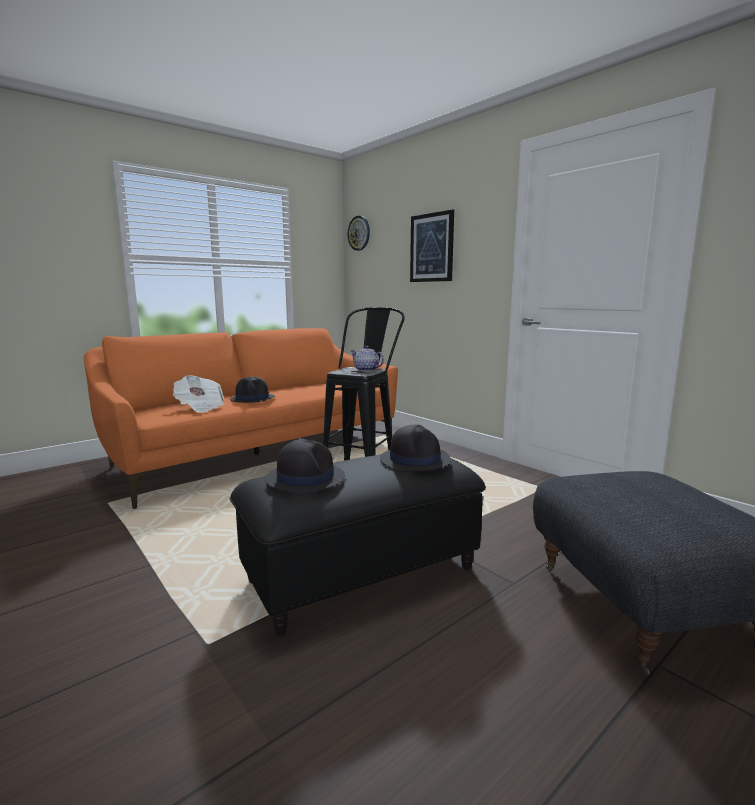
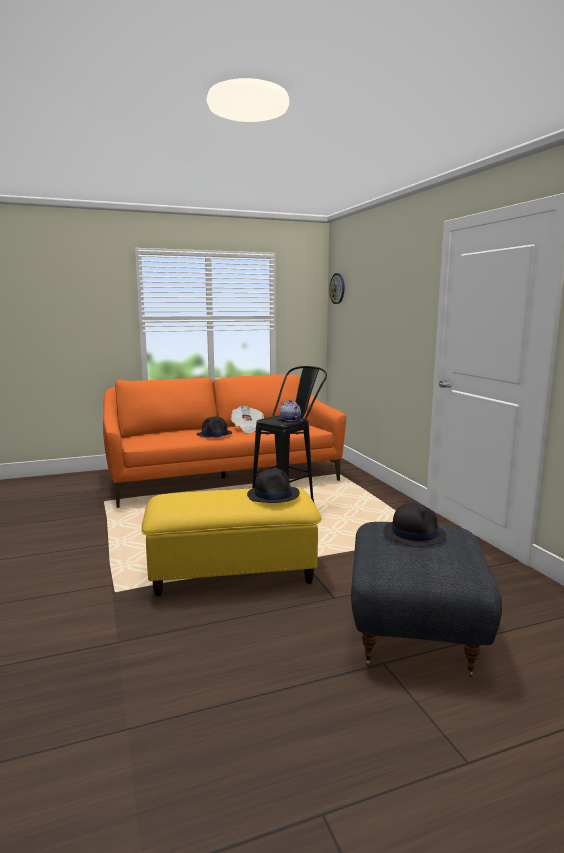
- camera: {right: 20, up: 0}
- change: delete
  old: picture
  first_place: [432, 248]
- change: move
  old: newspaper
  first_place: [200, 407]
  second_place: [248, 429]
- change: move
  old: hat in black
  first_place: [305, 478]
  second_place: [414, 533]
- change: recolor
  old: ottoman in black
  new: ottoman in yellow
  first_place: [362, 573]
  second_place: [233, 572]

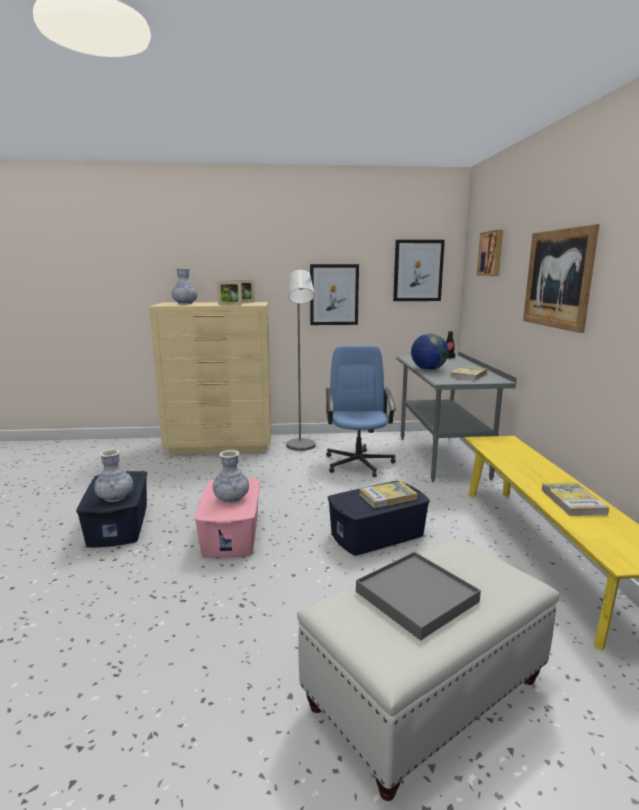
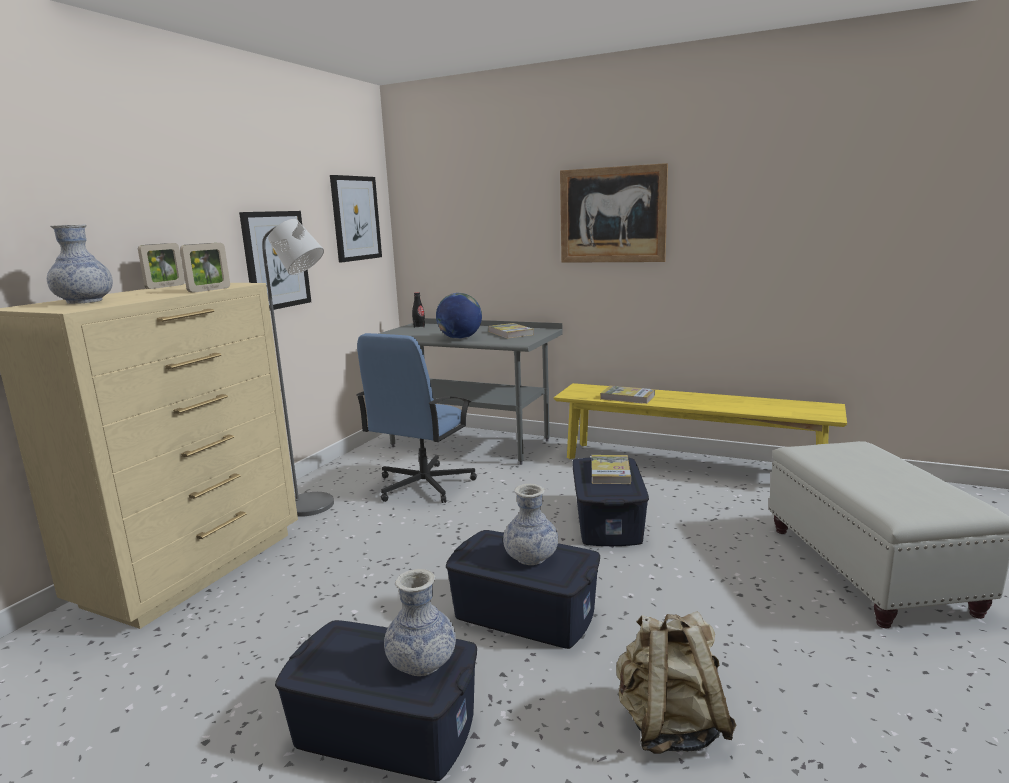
- camera: {right: -60, up: 0}
- change: delete
  old: picture
  first_place: [491, 253]
- change: rotate
  old: office chair in blue
  first_place: [358, 463]
  second_place: [423, 485]
  degrees: -90
- change: recolor
  old: storage box in pink
  new: storage box in blue
  first_place: [232, 533]
  second_place: [525, 612]
- change: move
  old: book
  first_place: [572, 502]
  second_place: [627, 397]
- change: delete
  old: tray in grey
  first_place: [416, 596]
- change: insert
  new: backpack in beige
  second_place: [670, 726]

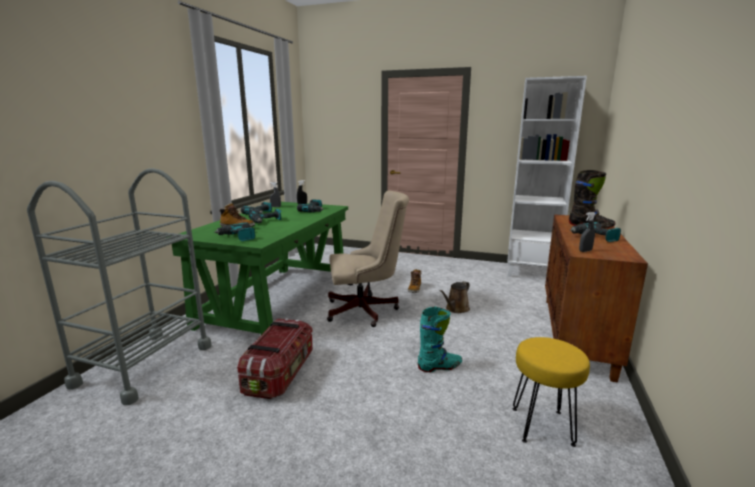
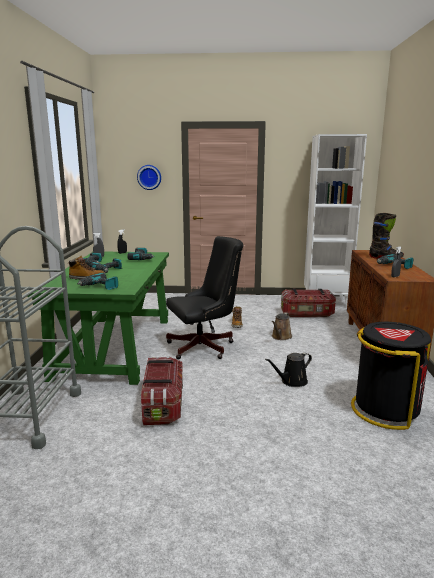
- camera: {right: -15, up: 0}
- change: recolor
  old: office chair in beige
  new: office chair in black
  first_place: [366, 310]
  second_place: [205, 346]
- change: replace
  old: boot in turquoise
  new: watering can in black
  first_place: [439, 367]
  second_place: [292, 381]
- change: replace
  old: stool in yellow
  new: trash can in black
  first_place: [543, 426]
  second_place: [385, 409]
- change: insert
  new: wall clock
  second_place: [149, 177]
- change: insert
  new: storage box
  second_place: [307, 314]

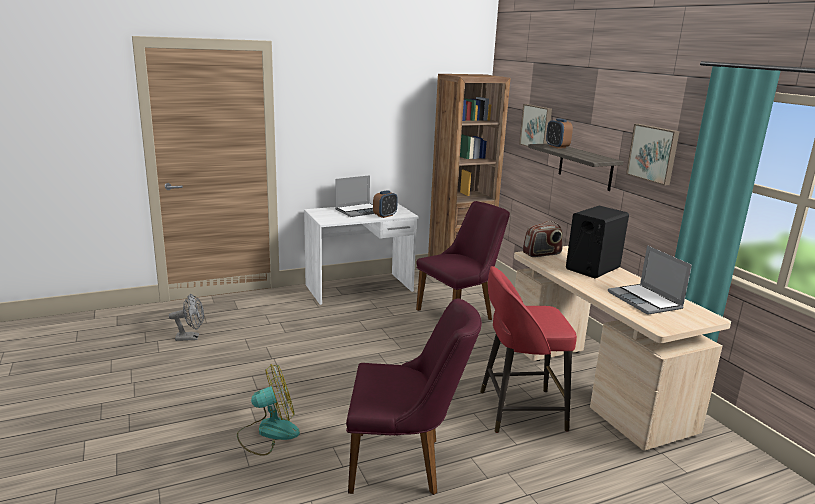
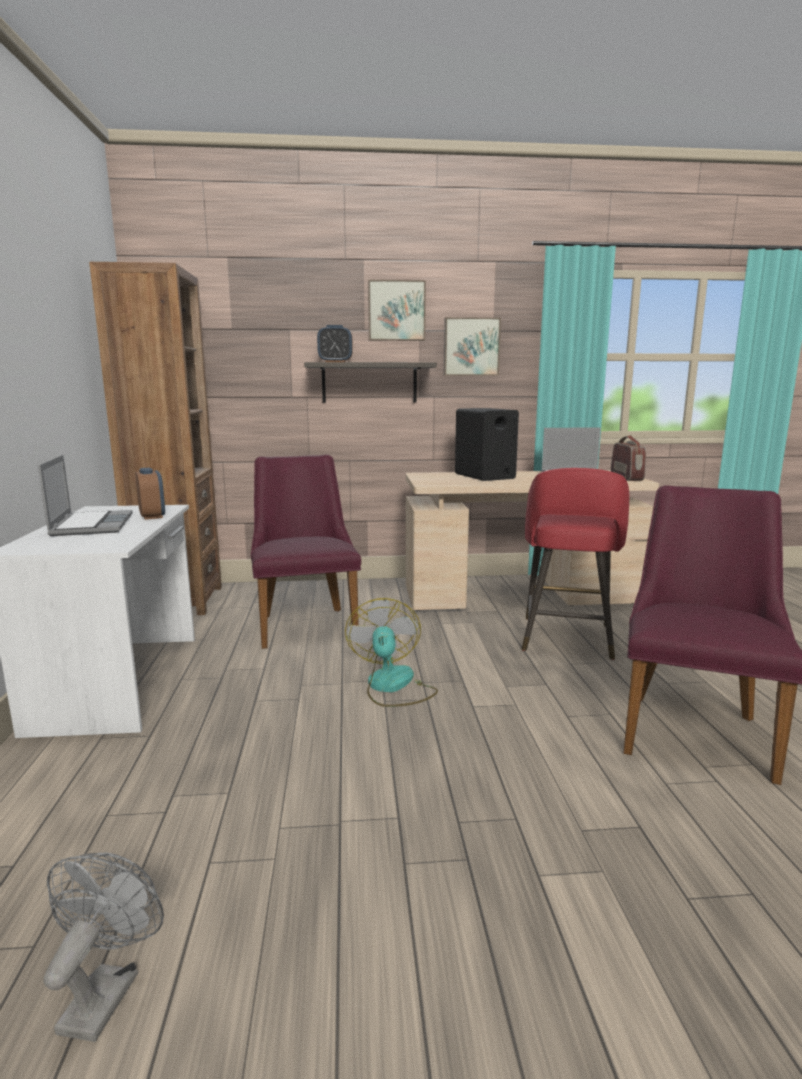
- camera: {right: -70, up: -5}
- change: move
  old: picture
  first_place: [537, 127]
  second_place: [396, 311]
- change: move
  old: radio
  first_place: [542, 254]
  second_place: [627, 478]
- change: move
  old: fan
  first_place: [268, 432]
  second_place: [392, 686]

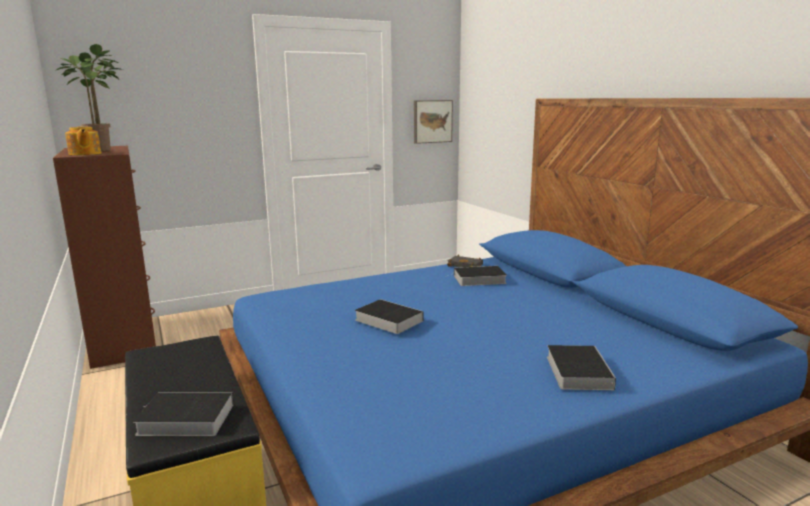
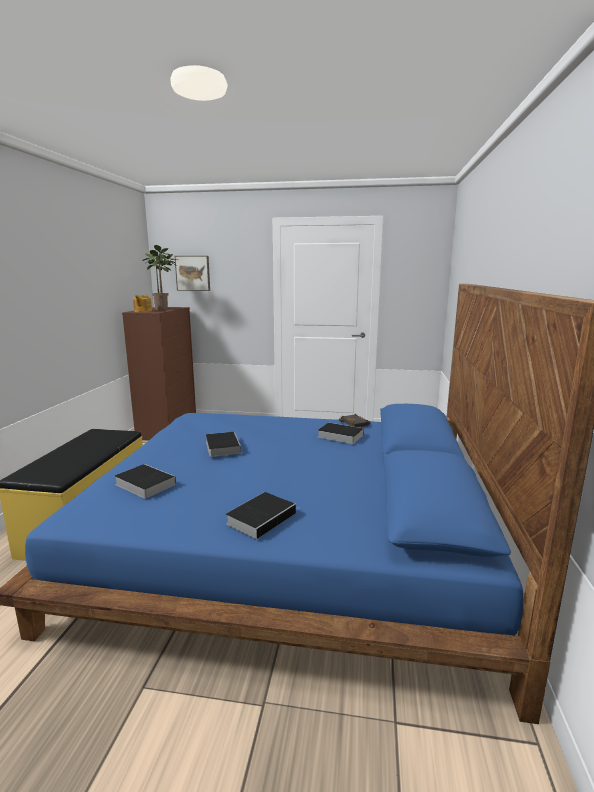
- camera: {right: 35, up: 0}
- change: move
  old: picture
  first_place: [432, 121]
  second_place: [193, 273]
- change: move
  old: book
  first_place: [183, 419]
  second_place: [143, 484]

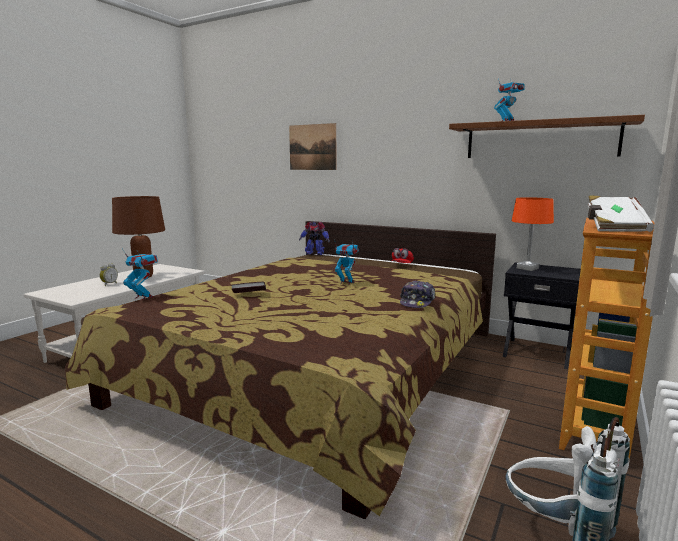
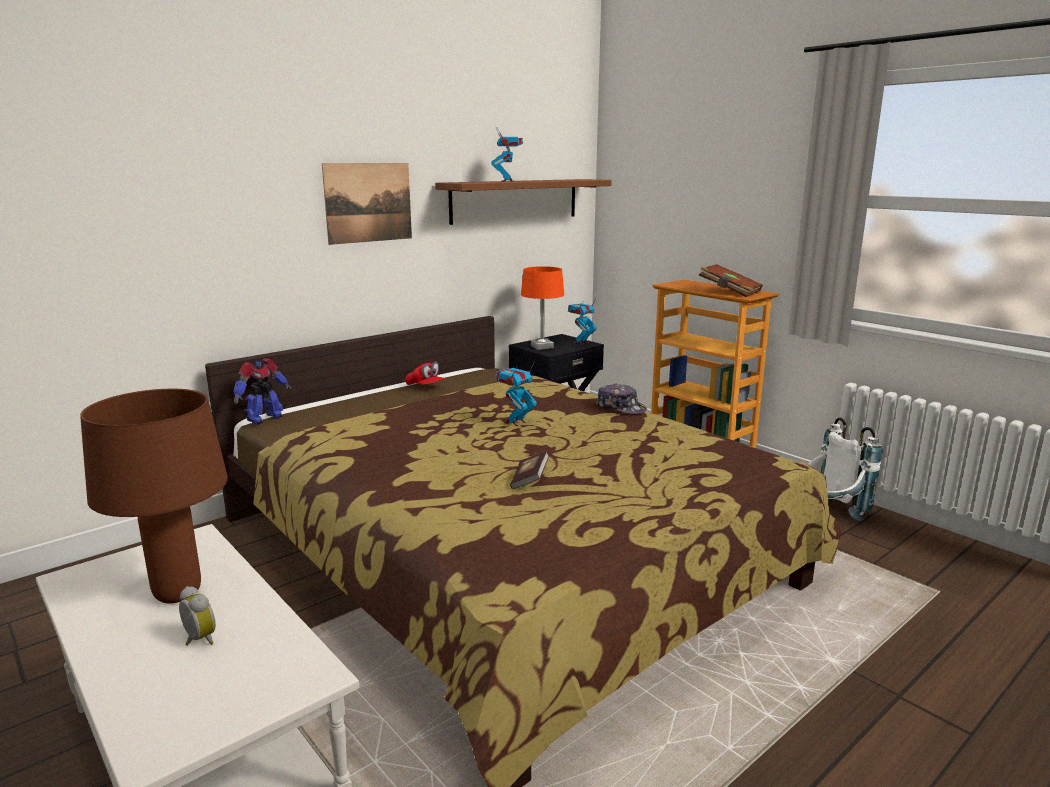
- camera: {right: -70, up: 5}
- change: move
  old: picture
  first_place: [312, 147]
  second_place: [368, 202]
- change: recolor
  old: book in white
  new: book in brown
  first_place: [614, 228]
  second_place: [729, 292]
- change: move
  old: toy robot
  first_place: [143, 297]
  second_place: [581, 342]

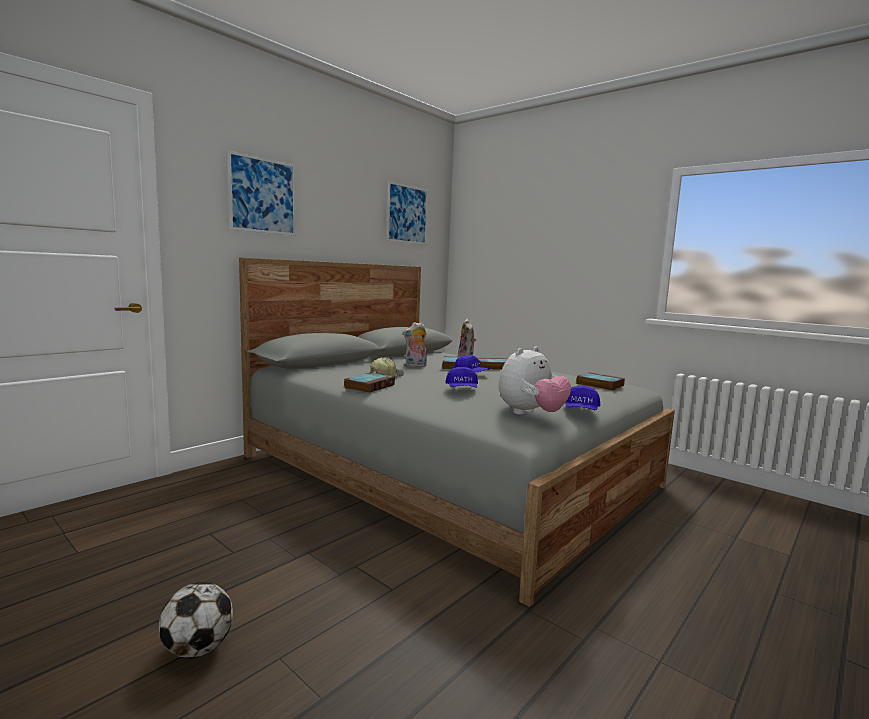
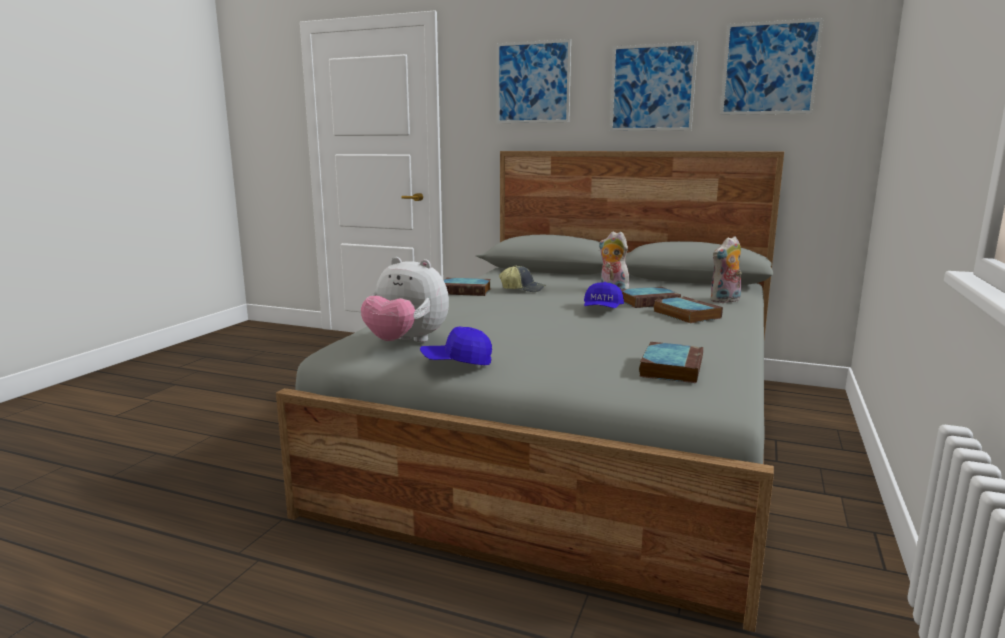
- camera: {right: 70, up: 5}
- change: delete
  old: cap in blue
  first_place: [462, 389]
- change: delete
  old: football
  first_place: [198, 648]
- change: insert
  new: picture
  second_place: [652, 88]

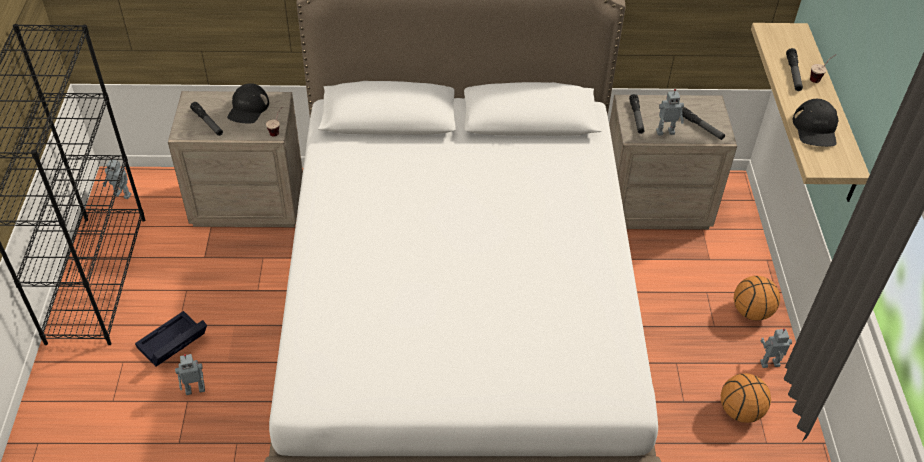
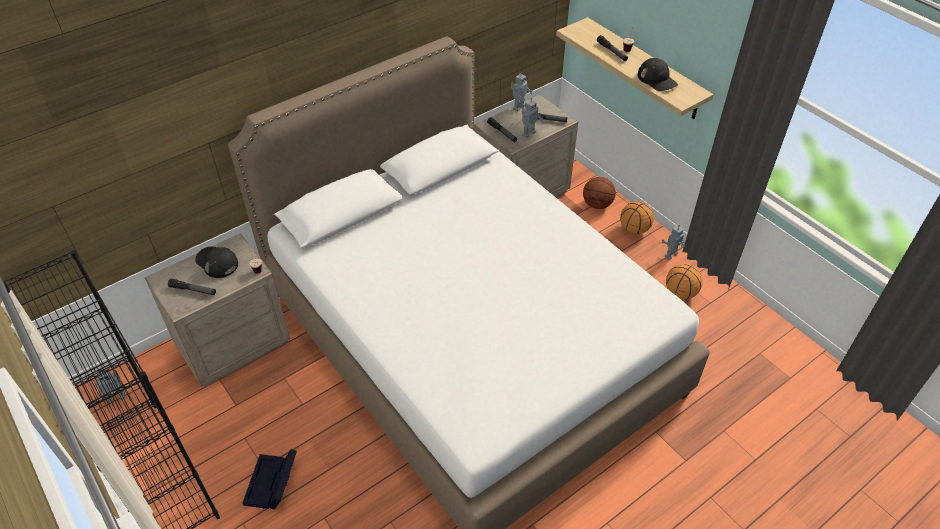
- camera: {right: -35, up: 0}
- change: rotate
  old: cap in black
  first_place: [248, 108]
  second_place: [217, 262]
  degrees: 150
- change: move
  old: toy robot
  first_place: [195, 388]
  second_place: [518, 107]
- change: insert
  new: basketball
  second_place: [597, 204]

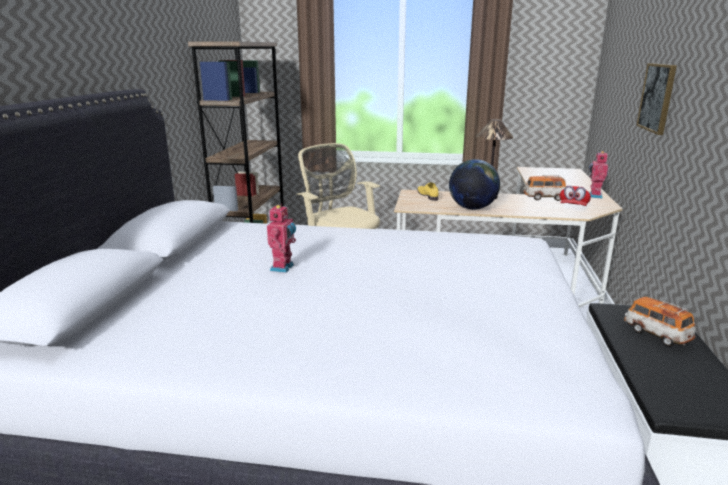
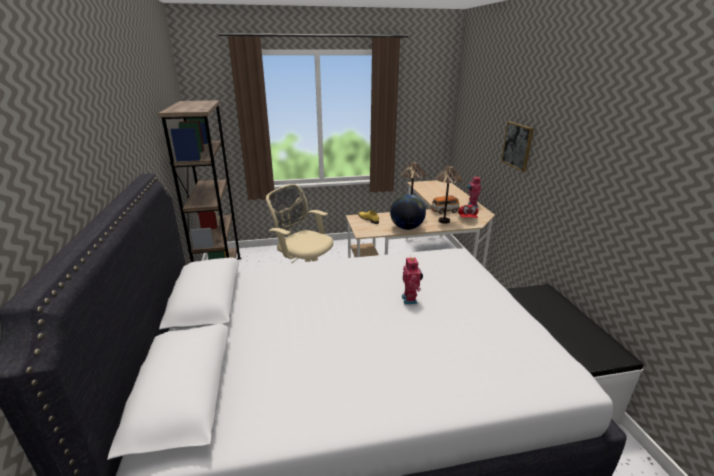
- camera: {right: -20, up: 5}
- change: move
  old: toy robot
  first_place: [283, 268]
  second_place: [410, 299]
- change: delete
  old: toy car
  first_place: [656, 334]
- change: insert
  new: table lamp
  second_place: [444, 221]

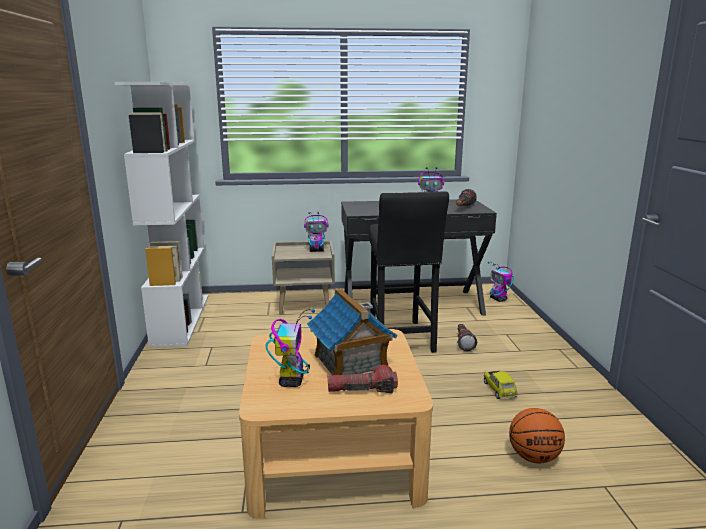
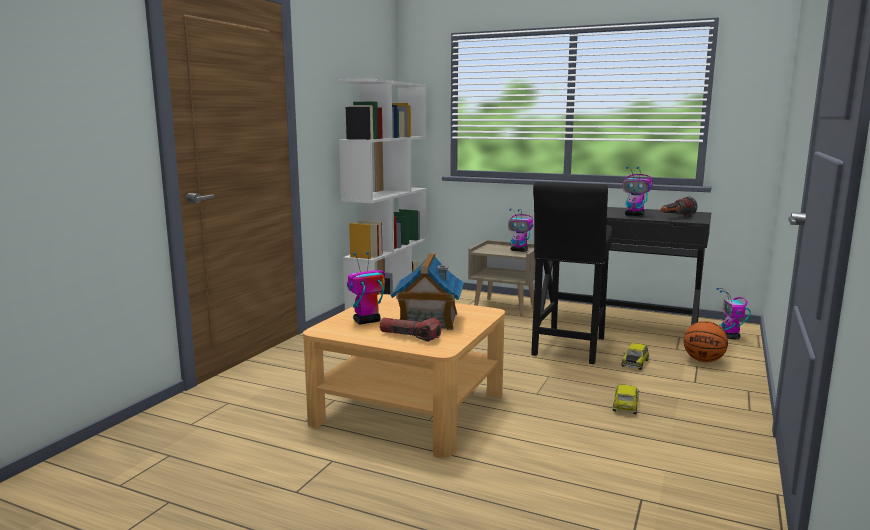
- camera: {right: 30, up: -5}
- change: rotate
  old: toy robot
  first_place: [291, 380]
  second_place: [366, 321]
  degrees: -150
- change: replace
  old: flashlight
  new: toy car
  first_place: [463, 343]
  second_place: [634, 363]
- change: move
  old: basketball
  first_place: [533, 457]
  second_place: [703, 360]

